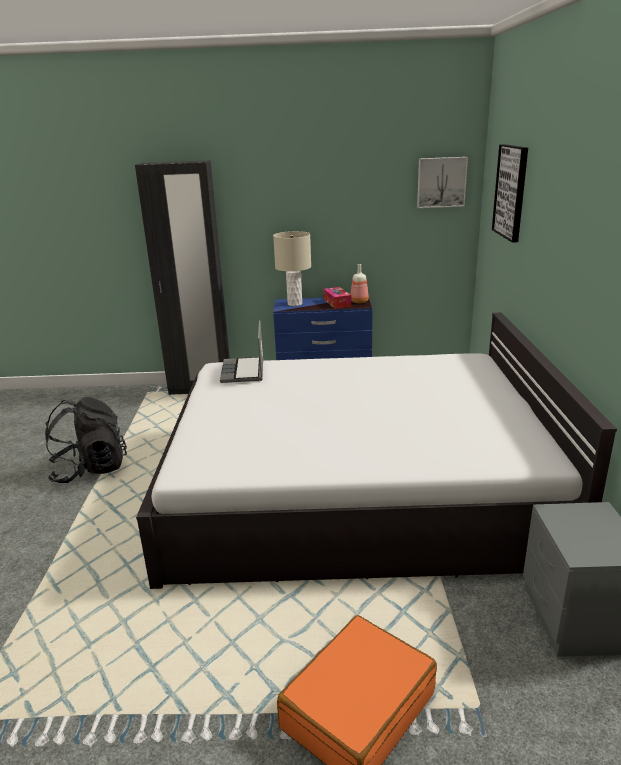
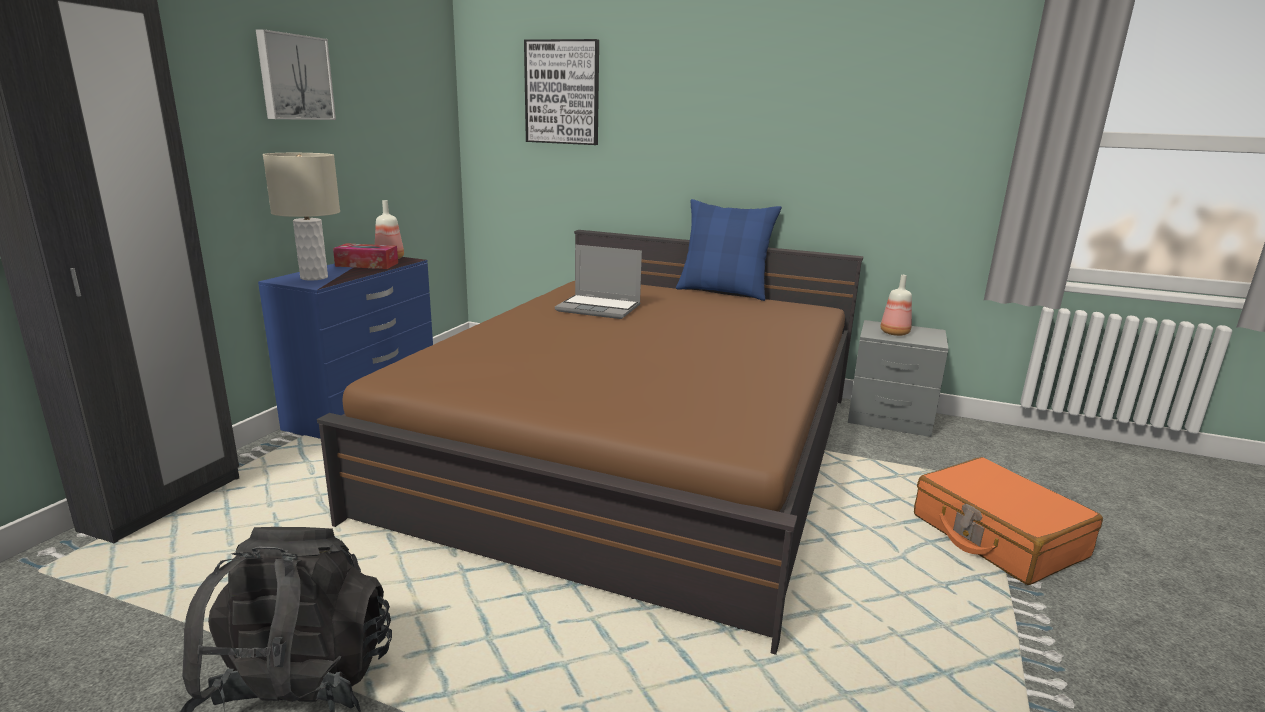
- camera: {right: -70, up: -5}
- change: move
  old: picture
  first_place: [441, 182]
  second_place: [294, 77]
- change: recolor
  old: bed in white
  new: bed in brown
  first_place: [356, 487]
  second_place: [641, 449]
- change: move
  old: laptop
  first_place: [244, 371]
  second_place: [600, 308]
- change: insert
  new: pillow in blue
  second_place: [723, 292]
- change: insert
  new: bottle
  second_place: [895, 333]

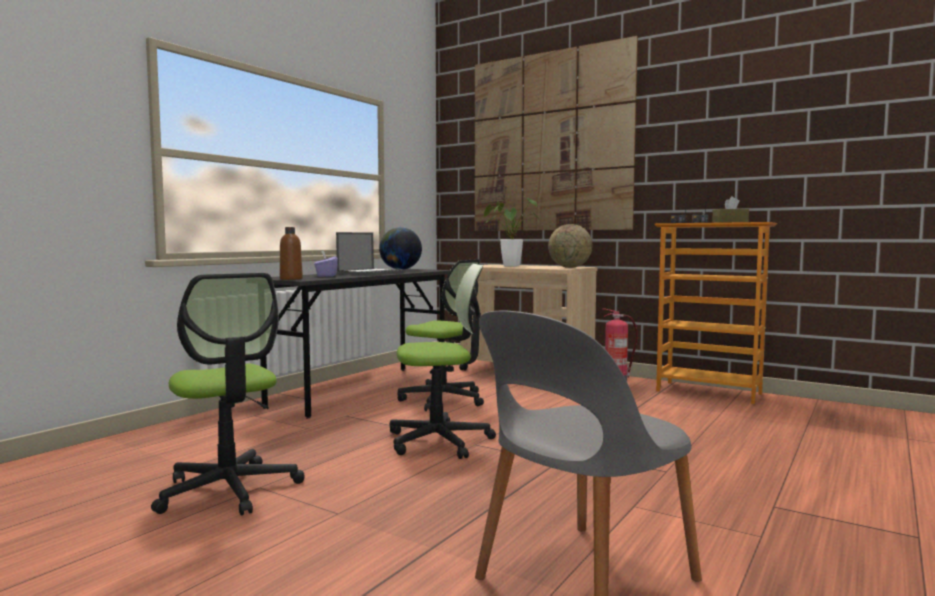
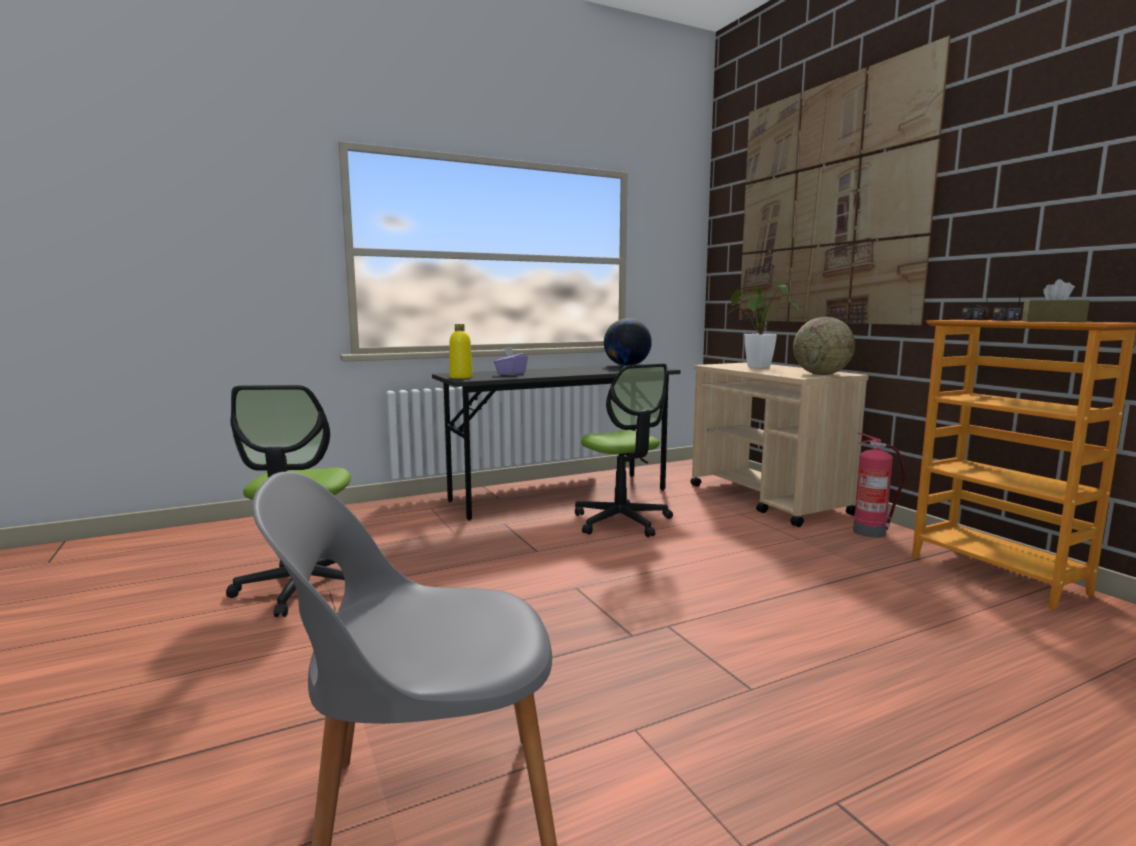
- camera: {right: 30, up: 5}
- change: recolor
  old: bottle in brown
  new: bottle in yellow
  first_place: [291, 279]
  second_place: [461, 377]
- change: delete
  old: laptop
  first_place: [372, 273]
- change: delete
  old: office chair
  first_place: [439, 441]

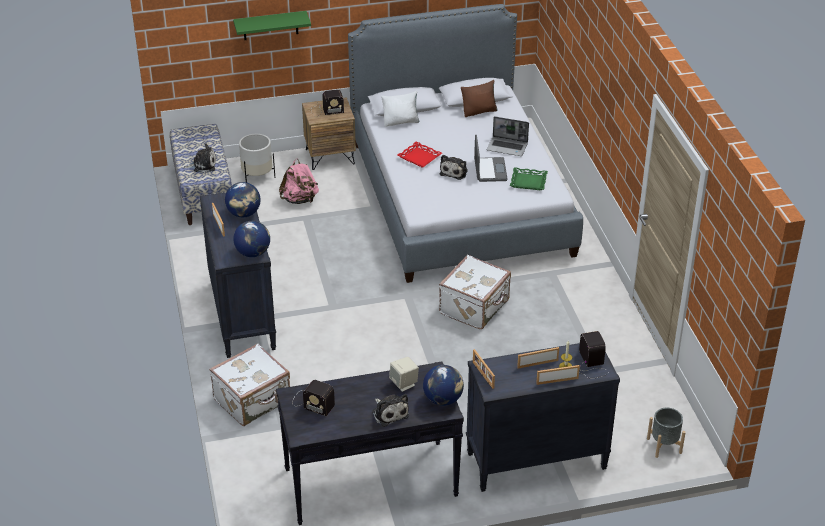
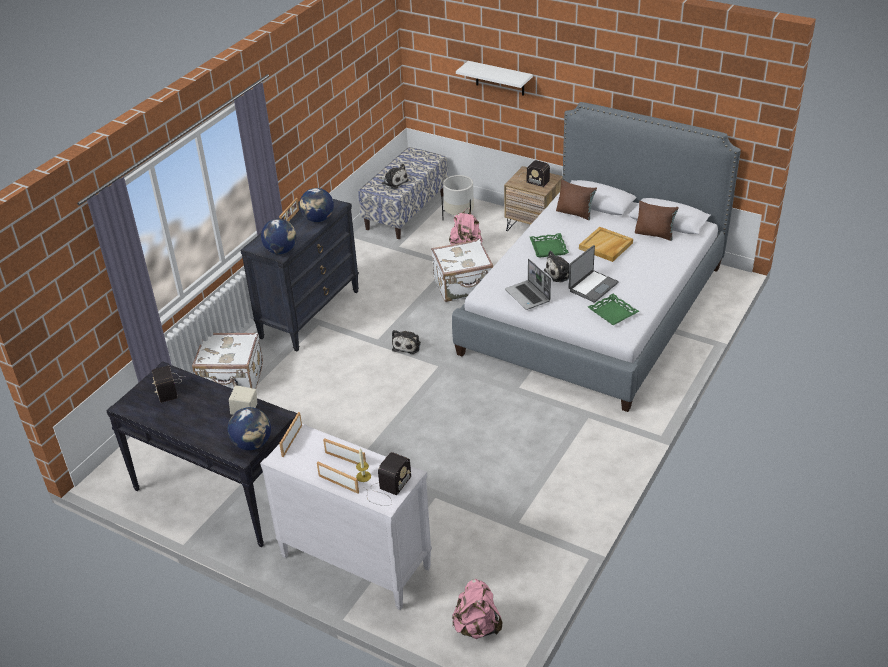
- camera: {right: 45, up: 0}
- change: recolor
  old: shelf in green
  new: shelf in white
  first_place: [270, 25]
  second_place: [500, 78]
- change: recolor
  old: pillow in white
  new: pillow in brown
  first_place: [401, 122]
  second_place: [575, 213]
- change: move
  old: laptop
  first_place: [507, 147]
  second_place: [528, 296]
- change: recolor
  old: tray in red
  new: tray in green
  first_place: [419, 157]
  second_place: [548, 248]
- change: move
  old: suitcase in white
  first_place: [475, 307]
  second_place: [463, 286]
- change: recolor
  old: dresser in black
  new: dresser in white
  first_place: [535, 461]
  second_place: [355, 562]
- change: move
  old: plush toy
  first_place: [389, 413]
  second_place: [407, 345]
- change: replace
  old: planter in grey
  new: backpack in pink
  first_place: [664, 445]
  second_place: [477, 626]
- change: insert
  new: tray in beige
  second_place: [606, 246]

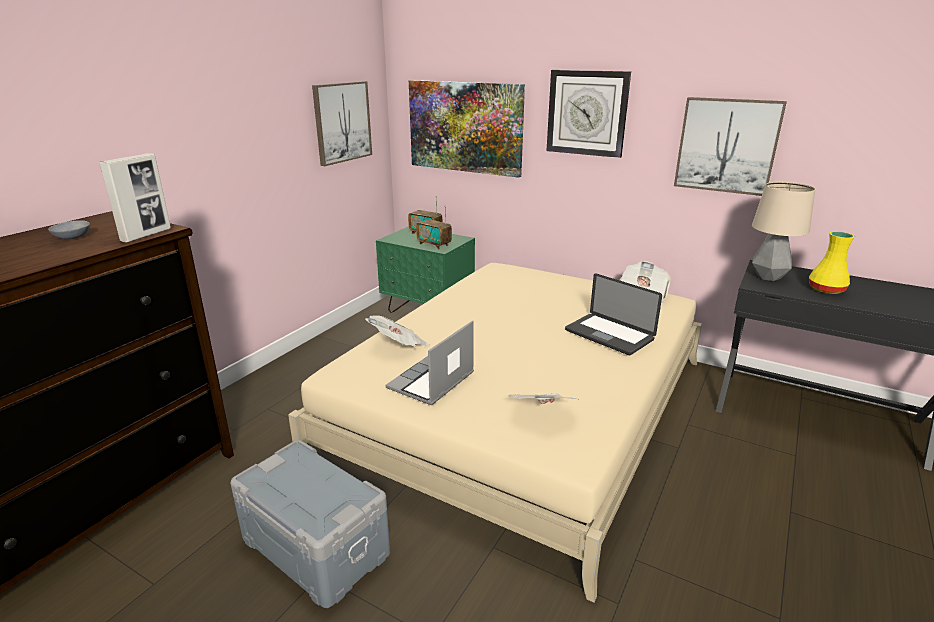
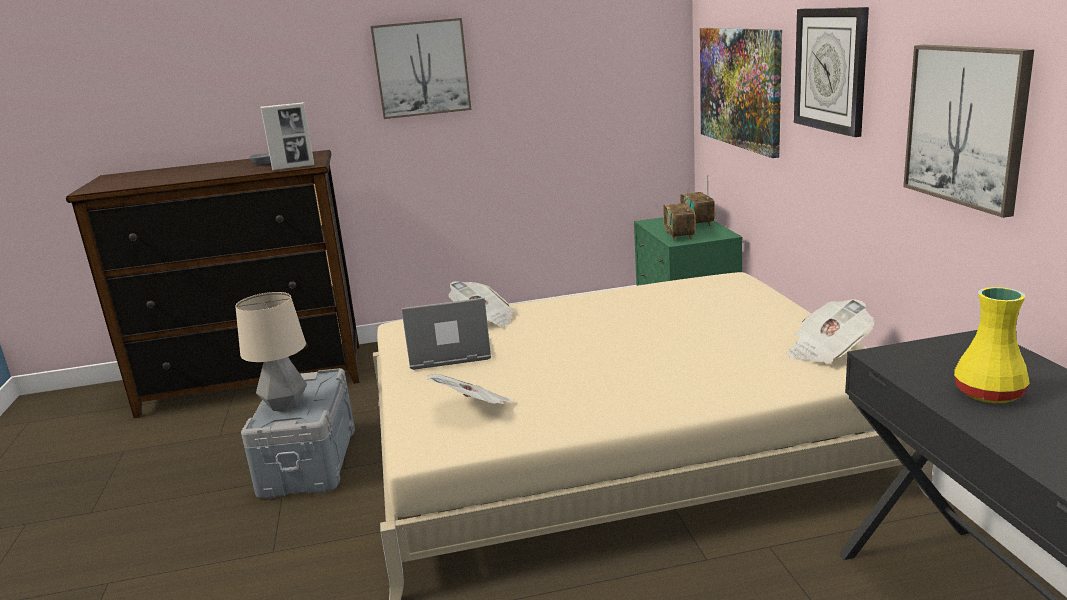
- camera: {right: 50, up: -5}
- change: move
  old: picture
  first_place: [342, 122]
  second_place: [421, 68]
- change: move
  old: table lamp
  first_place: [768, 277]
  second_place: [285, 406]
- change: delete
  old: laptop
  first_place: [609, 335]

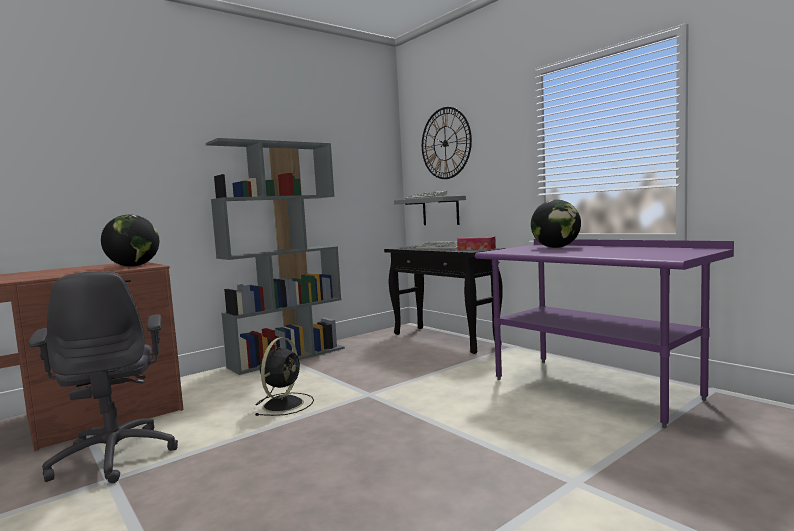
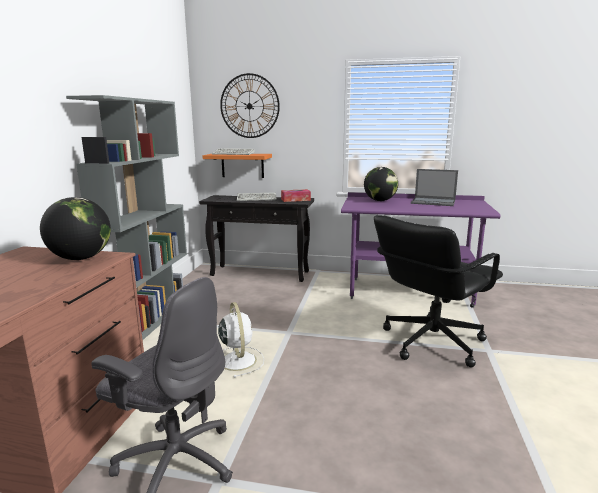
- camera: {right: -40, up: 10}
- change: recolor
  old: shelf in grey
  new: shelf in orange
  first_place: [440, 211]
  second_place: [242, 165]
- change: recolor
  old: fan in black
  new: fan in white
  first_place: [284, 404]
  second_place: [237, 360]
- change: insert
  new: laptop
  second_place: [433, 202]
- change: insert
  new: office chair in black
  second_place: [431, 342]

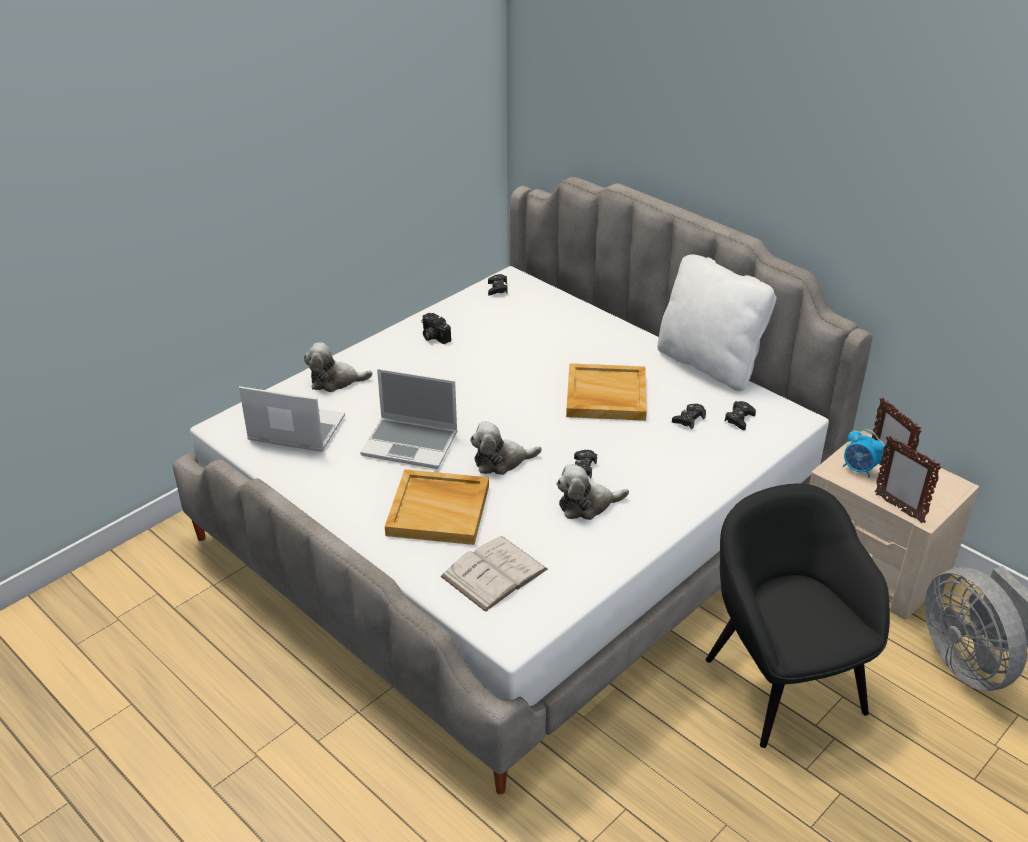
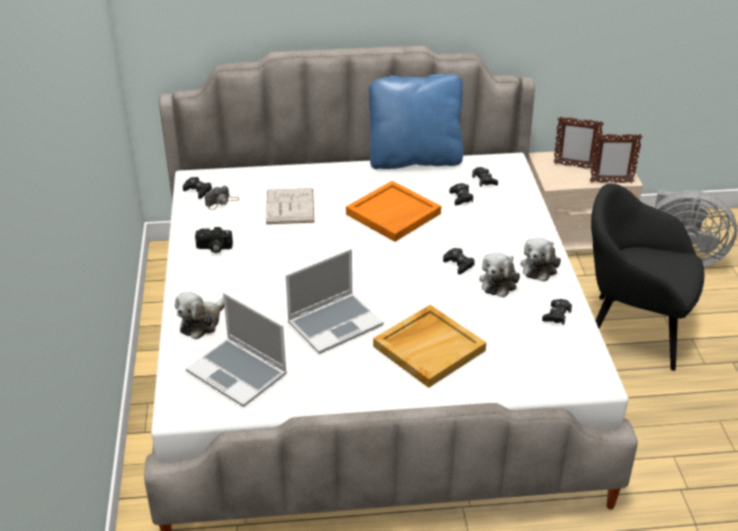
- camera: {right: -50, up: 0}
- change: recolor
  old: pillow in white
  new: pillow in blue
  first_place: [709, 364]
  second_place: [414, 159]
- change: recolor
  old: tray in beige
  new: tray in orange
  first_place: [605, 396]
  second_place: [393, 214]
- change: rotate
  old: laptop
  first_place: [295, 430]
  second_place: [238, 373]
  degrees: -105
- change: move
  old: plush toy
  first_place: [501, 461]
  second_place: [540, 267]
- change: delete
  old: alarm clock
  first_place: [859, 469]
- change: move
  old: book in white
  first_place: [494, 573]
  second_place: [290, 206]
- change: insert
  new: photo camera
  second_place: [222, 202]
- change: insert
  new: game controller in black
  second_place: [556, 315]

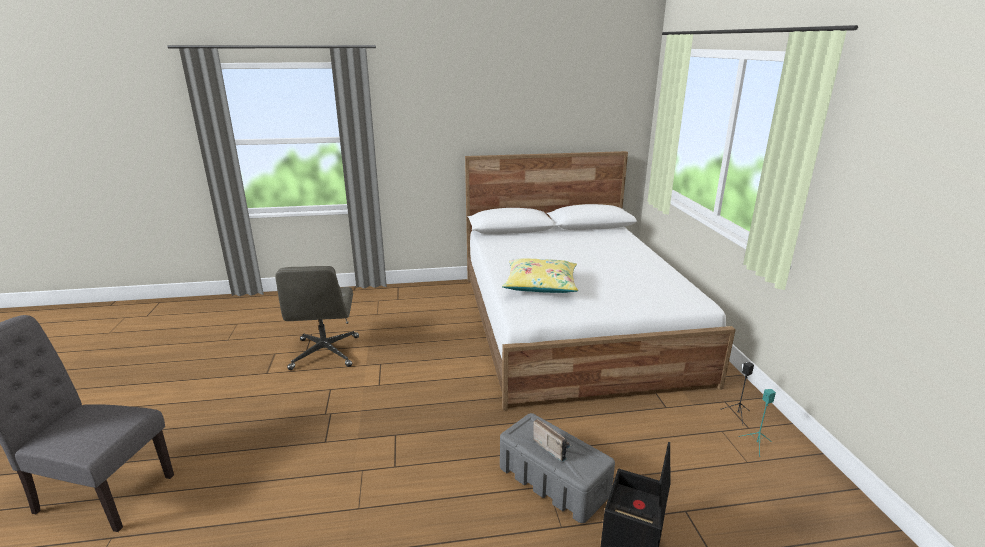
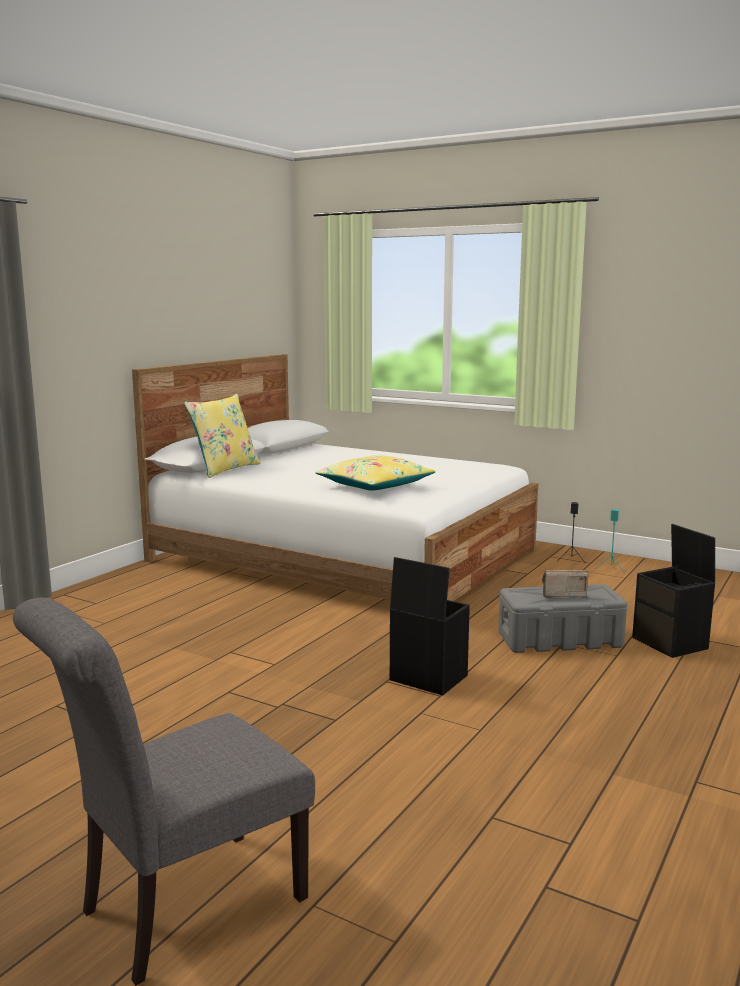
- camera: {right: -50, up: -10}
- change: delete
  old: office chair in grey
  first_place: [325, 353]
- change: insert
  new: pillow in yellow
  second_place: [225, 469]
- change: insert
  new: storage box in black
  second_place: [426, 678]

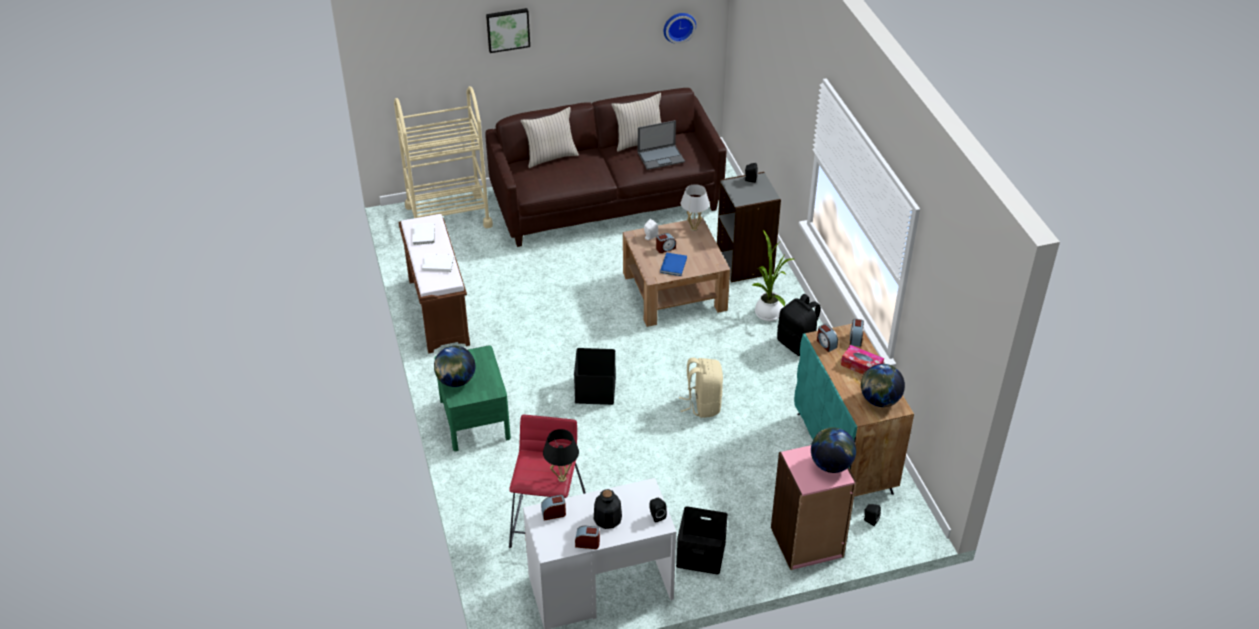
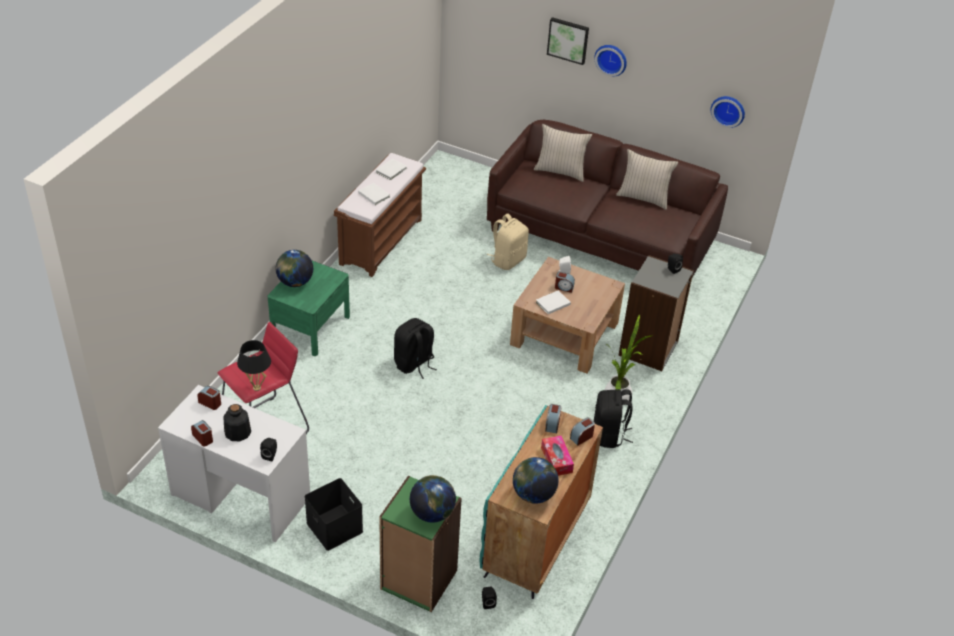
- camera: {right: 40, up: 0}
- change: delete
  old: cart in beige
  first_place: [448, 216]
- change: delete
  old: laptop
  first_place: [661, 157]
- change: delete
  old: table lamp in white
  first_place: [693, 228]
- change: recolor
  old: book in blue
  new: book in white
  first_place: [673, 266]
  second_place: [552, 303]
- change: replace
  old: storage box in black
  new: backpack in black
  first_place: [596, 390]
  second_place: [414, 364]
- change: move
  old: backpack in beige
  first_place: [703, 404]
  second_place: [508, 260]
- change: recolor
  old: bookcase in pink
  new: bookcase in green
  first_place: [807, 543]
  second_place: [418, 580]
- change: insert
  new: wall clock
  second_place: [611, 59]

